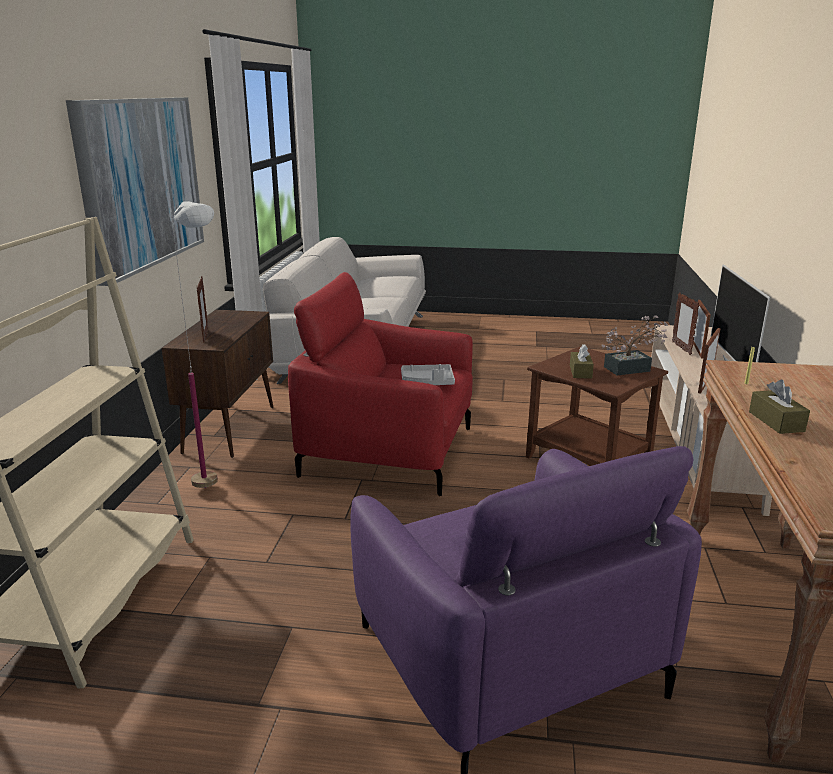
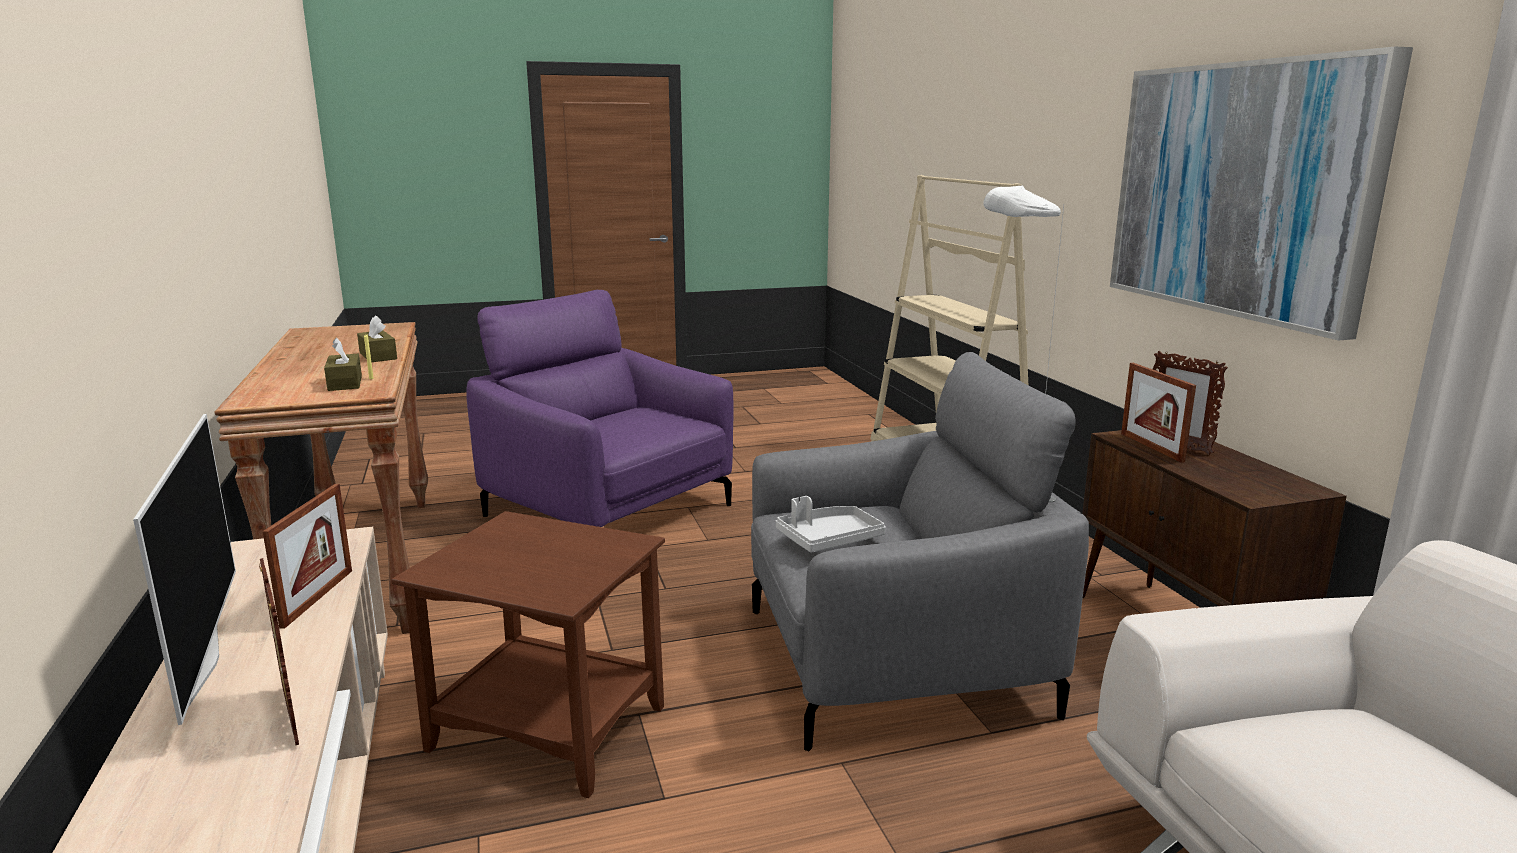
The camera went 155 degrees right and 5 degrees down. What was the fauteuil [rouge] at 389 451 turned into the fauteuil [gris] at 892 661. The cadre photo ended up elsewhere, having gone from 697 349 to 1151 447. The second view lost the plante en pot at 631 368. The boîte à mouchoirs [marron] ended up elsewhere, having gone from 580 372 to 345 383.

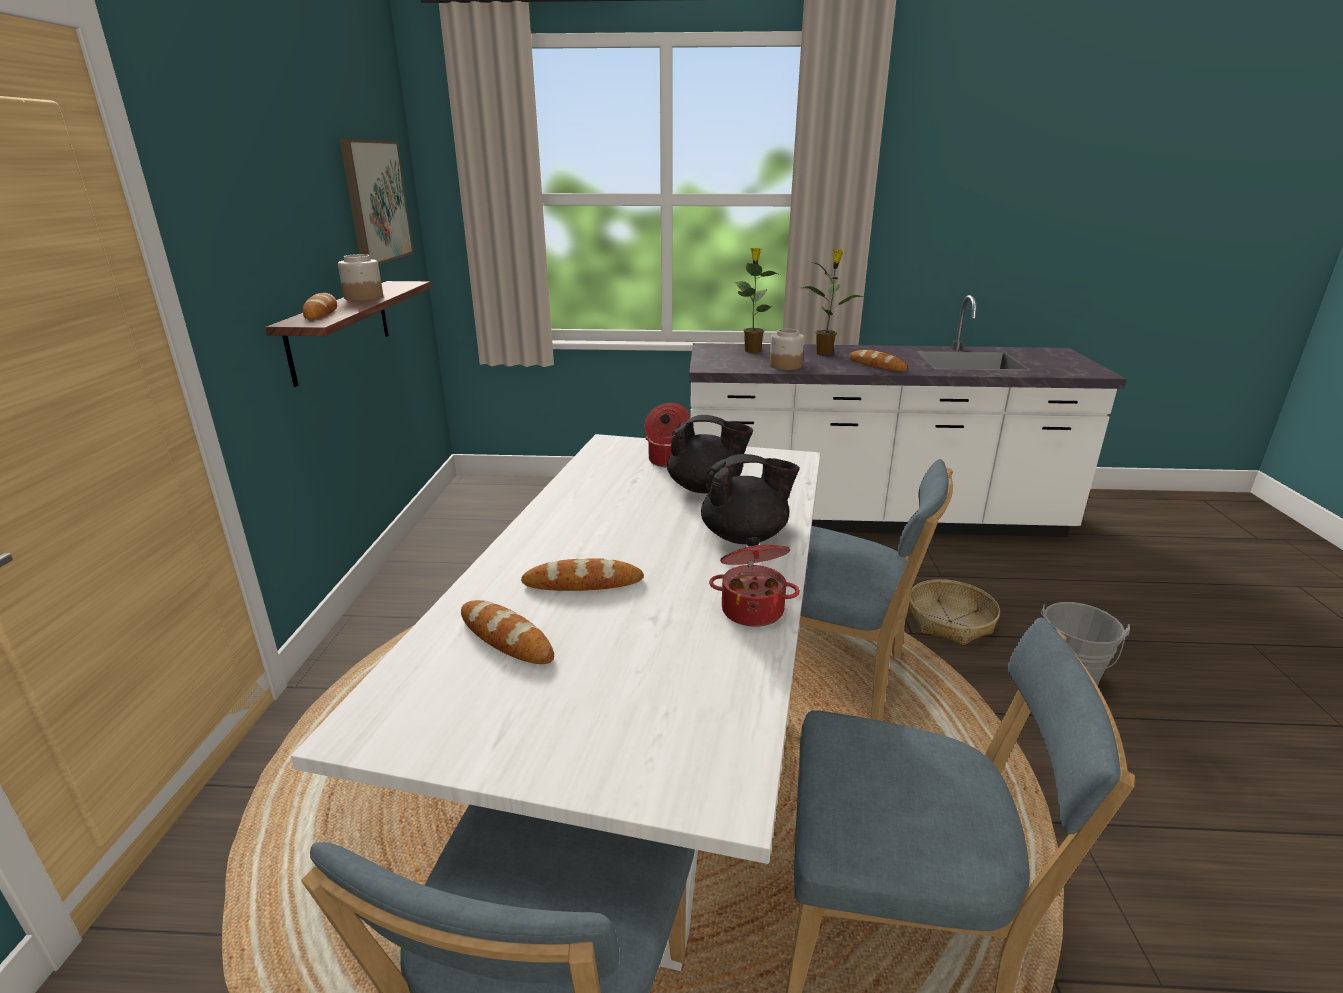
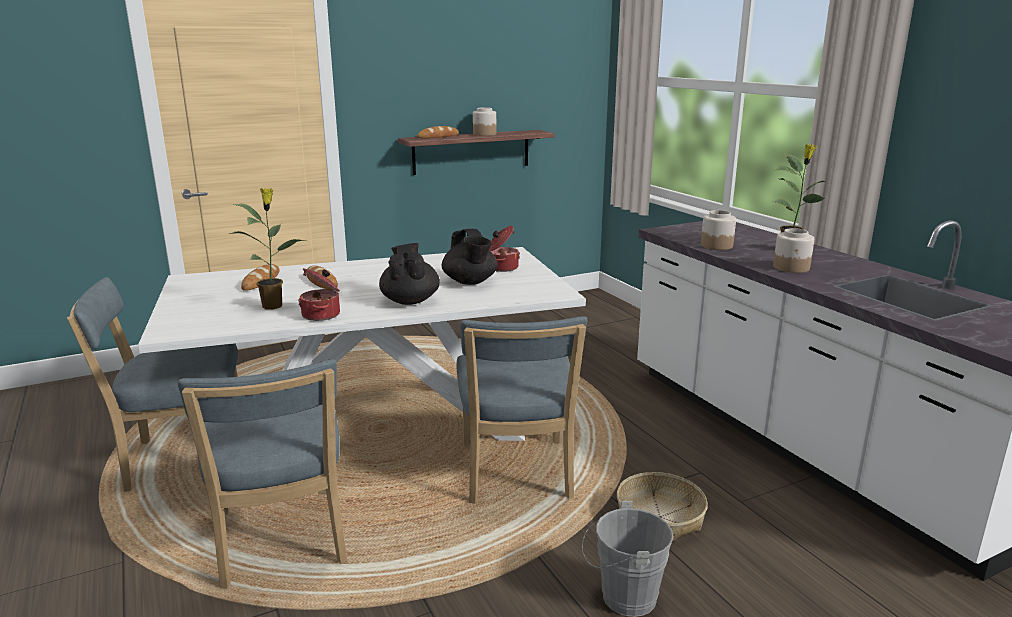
The camera went 60 degrees right and 5 degrees down. The second view lost the tableau at 376 201. The plante en pot ended up elsewhere, having gone from 752 350 to 274 305. Where the pain stood at 877 365, the bocal came to stand at 791 268. The théière [noir] at 745 537 ended up facing another way, 150 degrees counterclockwise from before.

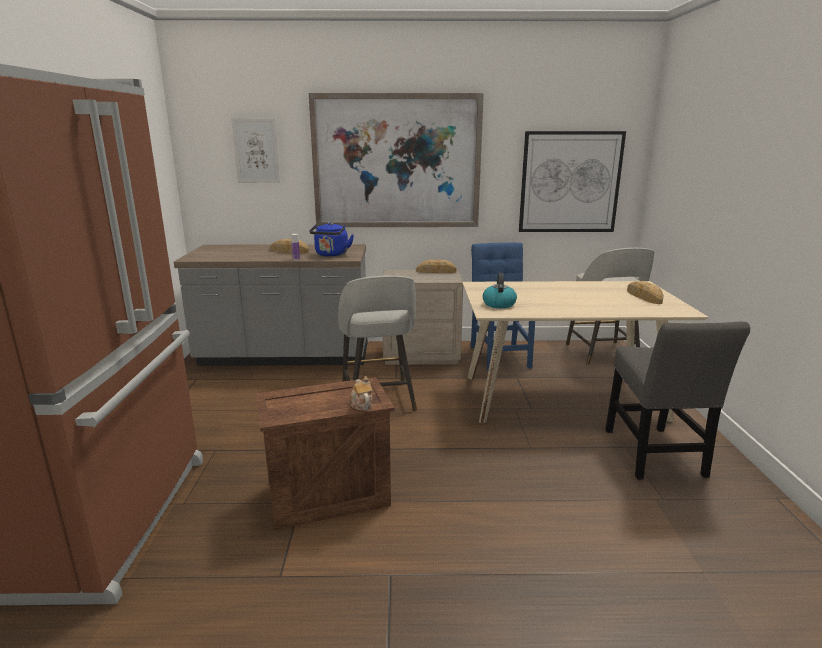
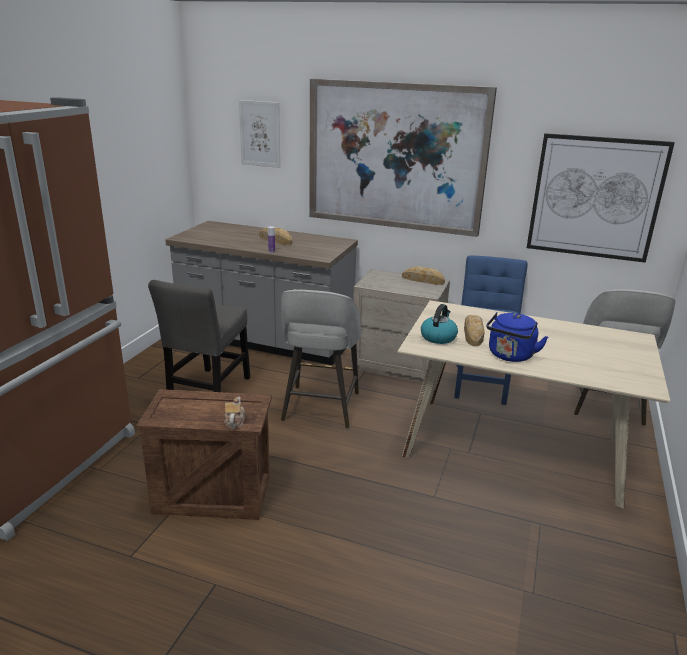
The camera went 20 degrees right and 5 degrees up. The bouilloire [bleu] ended up elsewhere, having gone from 331 255 to 510 356. The pain ended up elsewhere, having gone from 644 296 to 473 334. The chaise [gris] ended up elsewhere, having gone from 654 456 to 208 392.

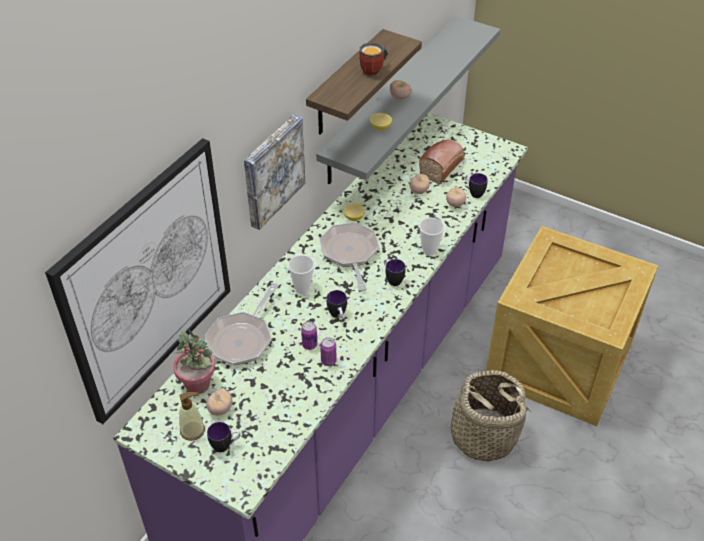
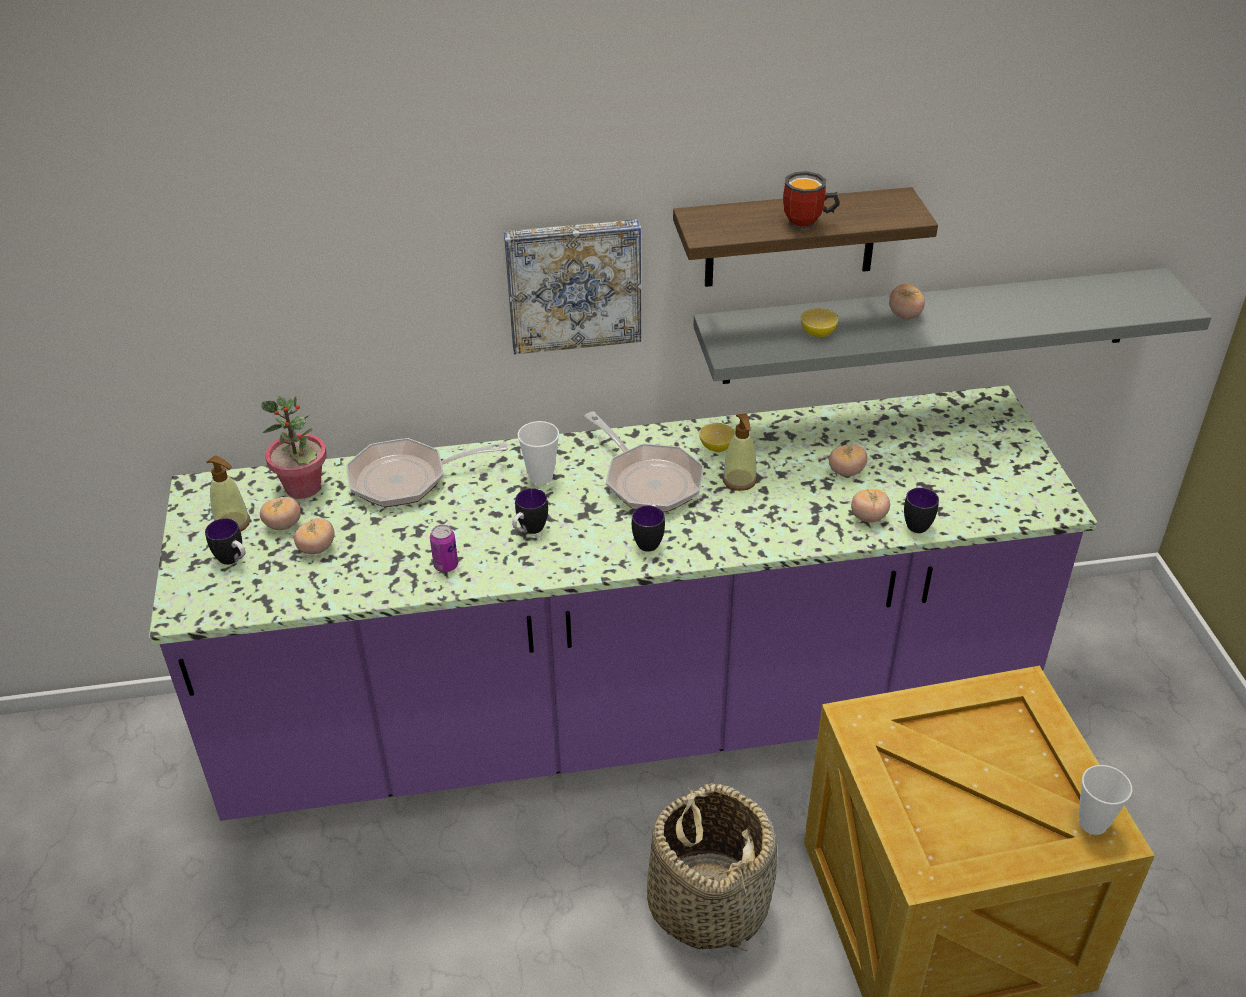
The camera went 50 degrees right and 5 degrees down. The second view lost the tableau at 148 281. The second view lost the pain at 442 167. The tasse ended up elsewhere, having gone from 429 250 to 1092 823. The poêle at 350 254 ended up facing another way, 105 degrees clockwise from before. The second view lost the boîte métallique at 309 345. The second view gained the distributeur de savon at 739 480. The second view gained the tomate at 317 548.

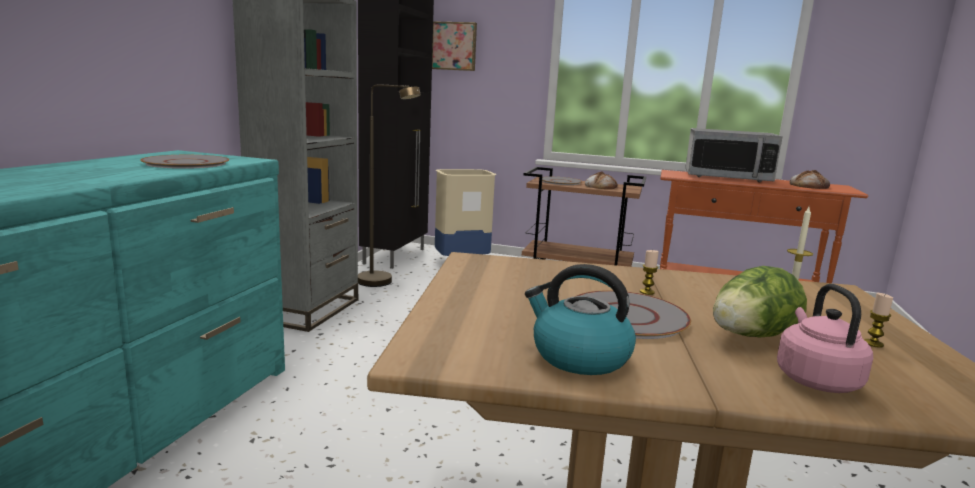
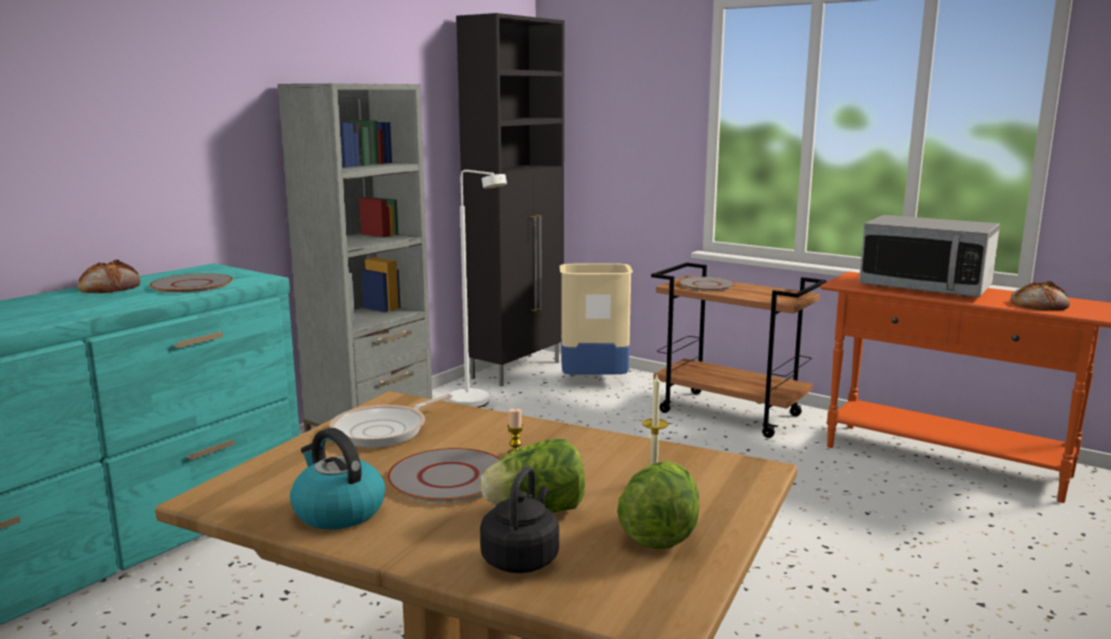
The camera went 20 degrees right and 0 degrees up. The second view lost the tableau at 454 46. What was the lampadaire [marron] at 383 283 turned into the lampadaire [blanc] at 476 405. The pain ended up elsewhere, having gone from 600 186 to 110 286. What was the bouilloire [rose] at 815 379 turned into the bouilloire [noir] at 522 558. Where the bougie stood at 873 343, the laitue came to stand at 660 533. The second view gained the poêle at 384 430.

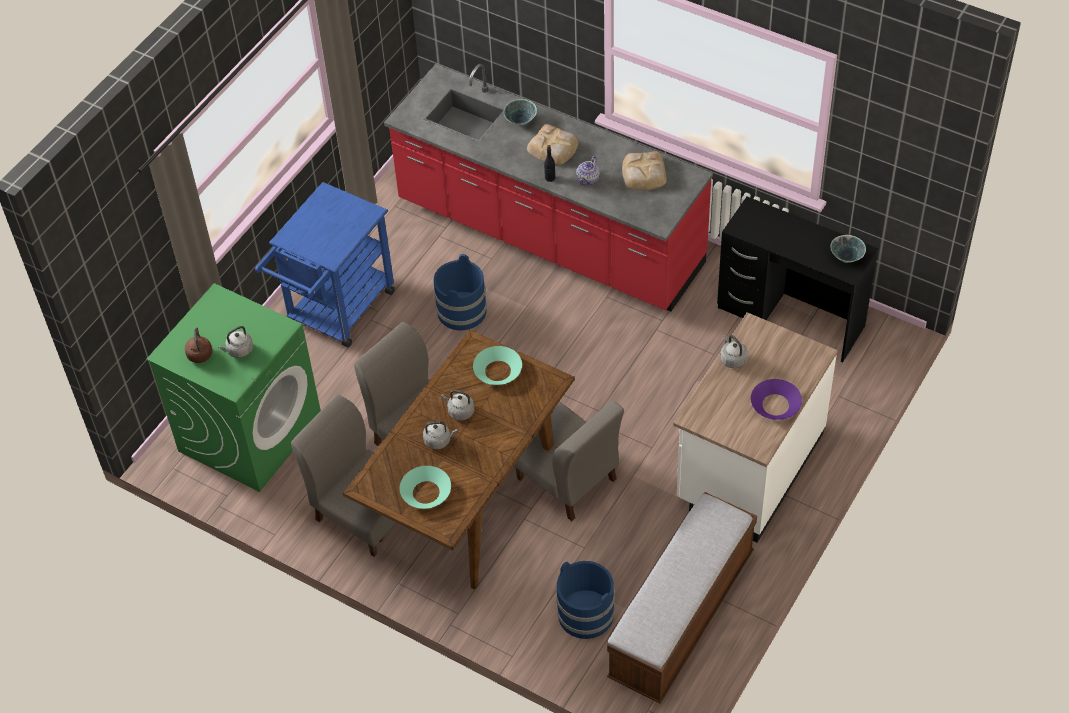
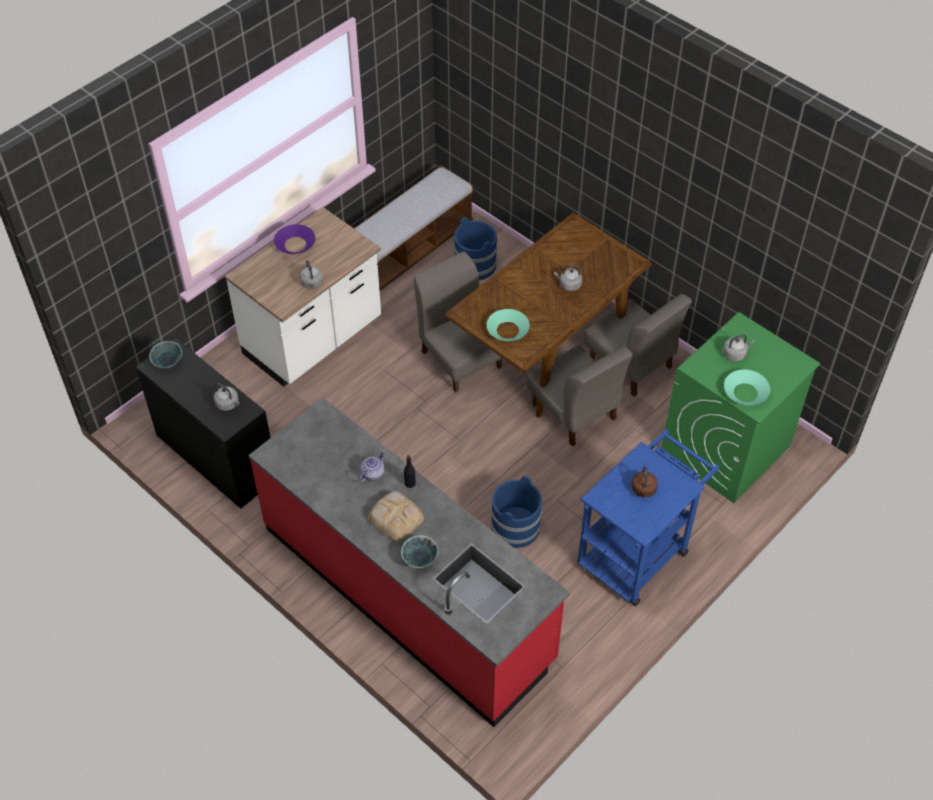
The camera went 170 degrees left and 0 degrees up. The second view lost the pain at 643 174. The bouilloire [marron] ended up elsewhere, having gone from 199 353 to 643 490. The bouilloire [gris] ended up elsewhere, having gone from 459 411 to 228 404. The bol [turquoise] ended up elsewhere, having gone from 425 492 to 745 392.

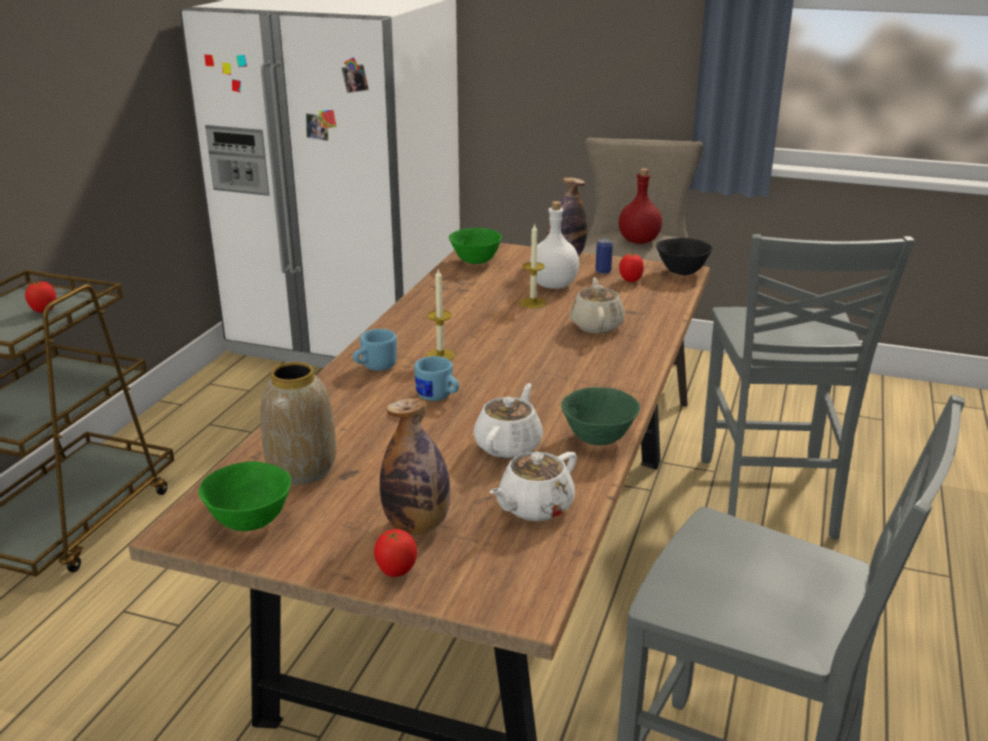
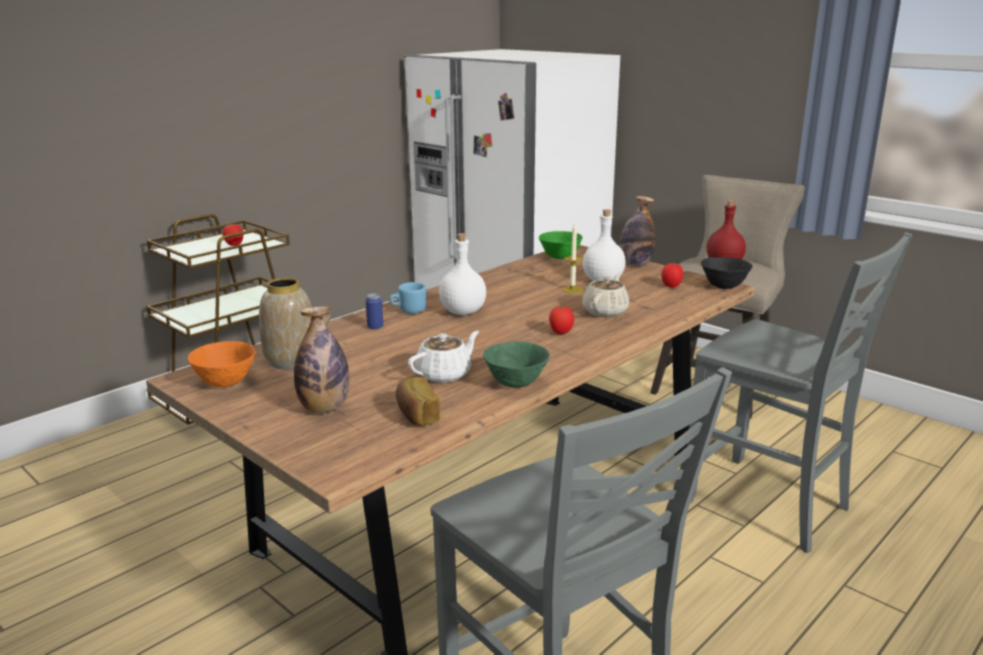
The camera went 25 degrees right and 5 degrees down. The chaise [gris] at 768 499 ended up facing another way, 75 degrees counterclockwise from before. The boîte métallique ended up elsewhere, having gone from 603 271 to 375 327. Where the bougie stood at 440 355, the bouteille [blanc] came to stand at 462 311. The second view lost the mug [bleu] at 438 397. Where the théière [blanc] stood at 534 507, the pain came to stand at 416 415. What was the bol [vert] at 250 522 turned into the bol [orange] at 226 383. The tomate ended up elsewhere, having gone from 396 572 to 560 333.

